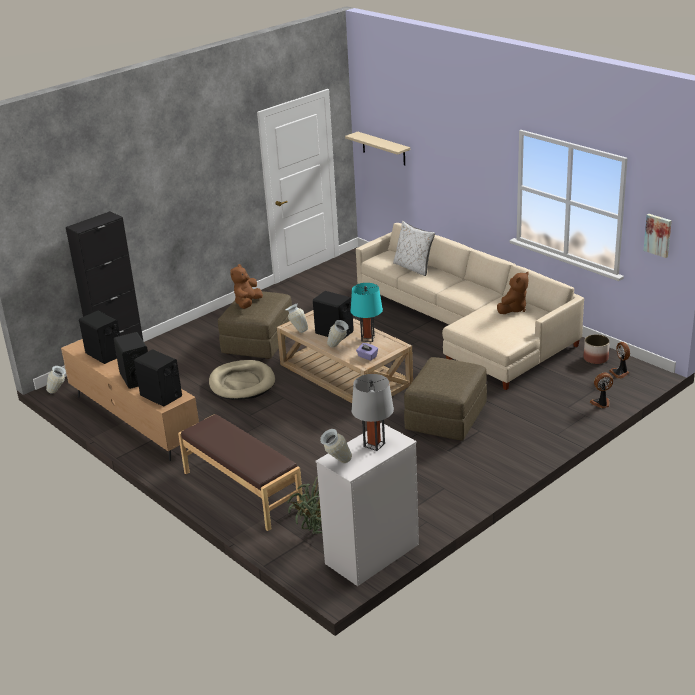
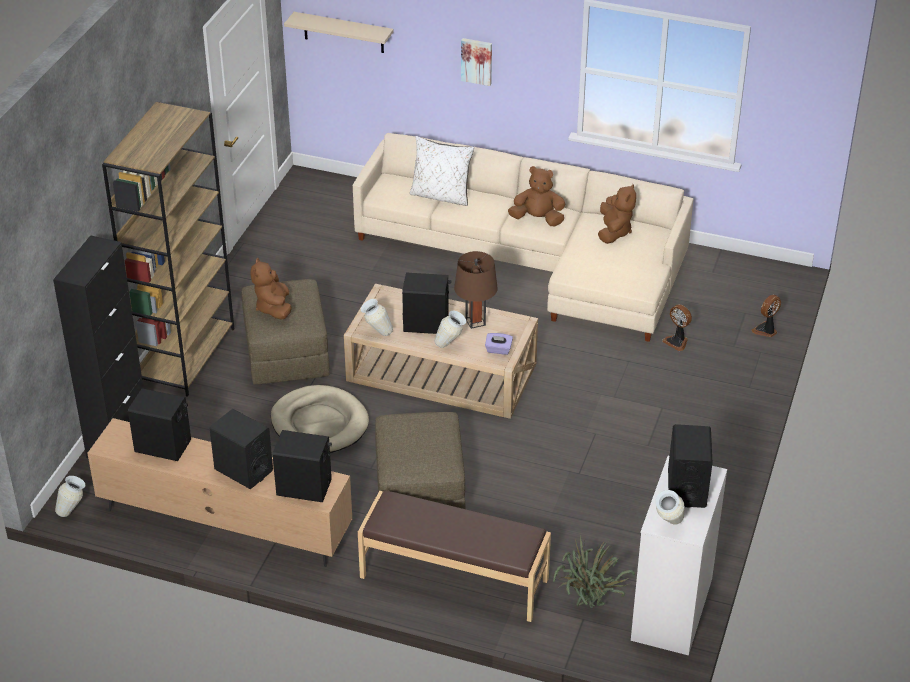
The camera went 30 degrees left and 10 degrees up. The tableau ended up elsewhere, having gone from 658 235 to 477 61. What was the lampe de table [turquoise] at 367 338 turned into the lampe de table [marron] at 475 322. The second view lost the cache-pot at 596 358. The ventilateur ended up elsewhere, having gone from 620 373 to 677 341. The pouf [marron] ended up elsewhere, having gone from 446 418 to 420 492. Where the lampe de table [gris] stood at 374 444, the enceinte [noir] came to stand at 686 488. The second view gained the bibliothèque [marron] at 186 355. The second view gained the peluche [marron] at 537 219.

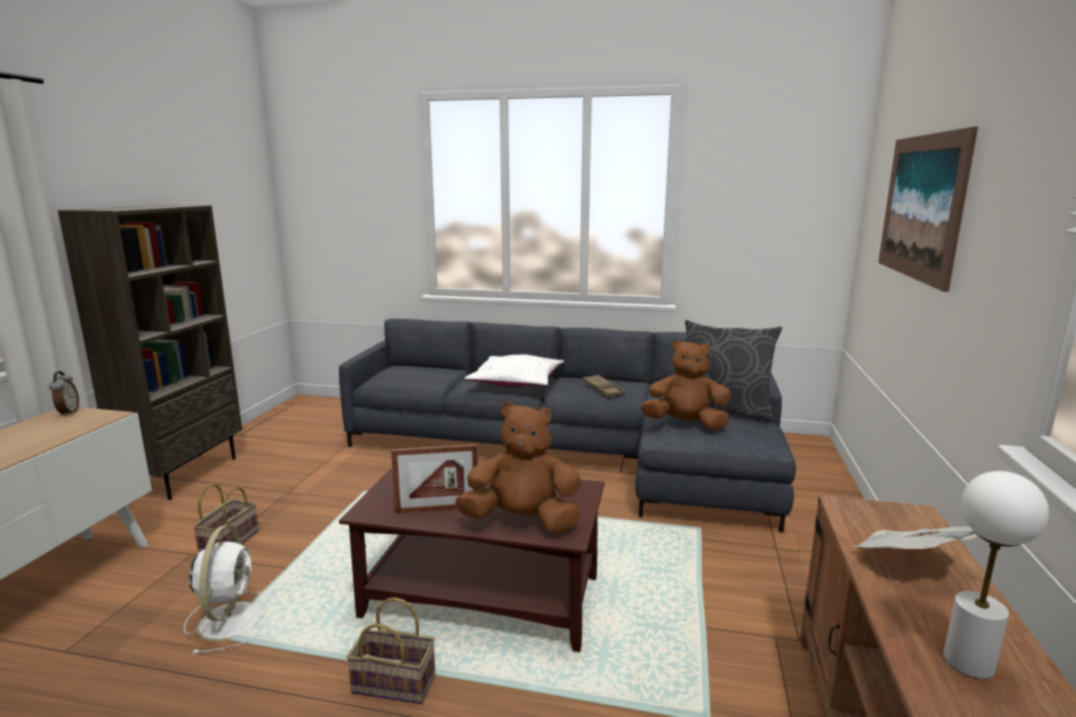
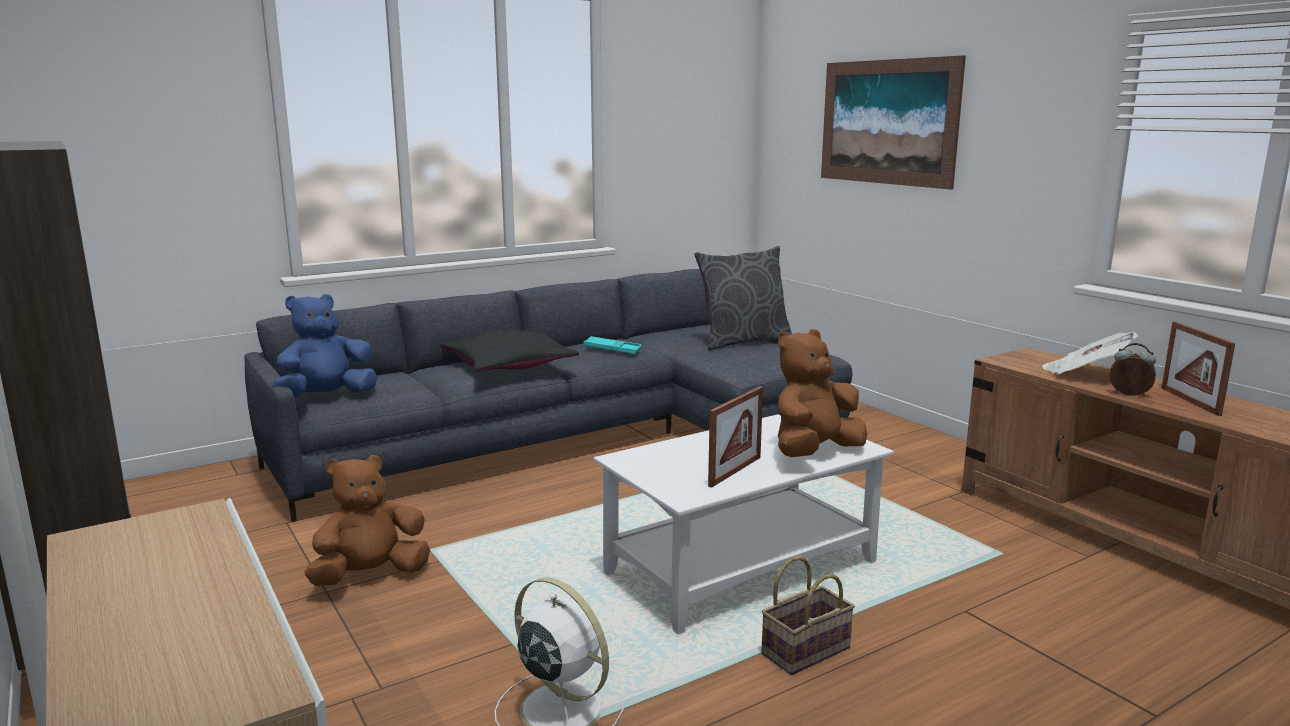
The camera went 45 degrees left and 0 degrees up. The peluche [marron] ended up elsewhere, having gone from 685 424 to 370 575. What was the coussin [blanc] at 516 382 turned into the coussin [noir] at 508 365. The réveil ended up elsewhere, having gone from 67 413 to 1129 394. What was the plateau [marron] at 602 389 turned into the plateau [turquoise] at 612 349. What was the table basse [marron] at 484 597 turned into the table basse [blanc] at 742 567. Where the lampe de table [blanc] stood at 969 663, the cadre photo came to stand at 1190 401. The second view lost the panier at 229 541. The second view gained the peluche [bleu] at 326 397.

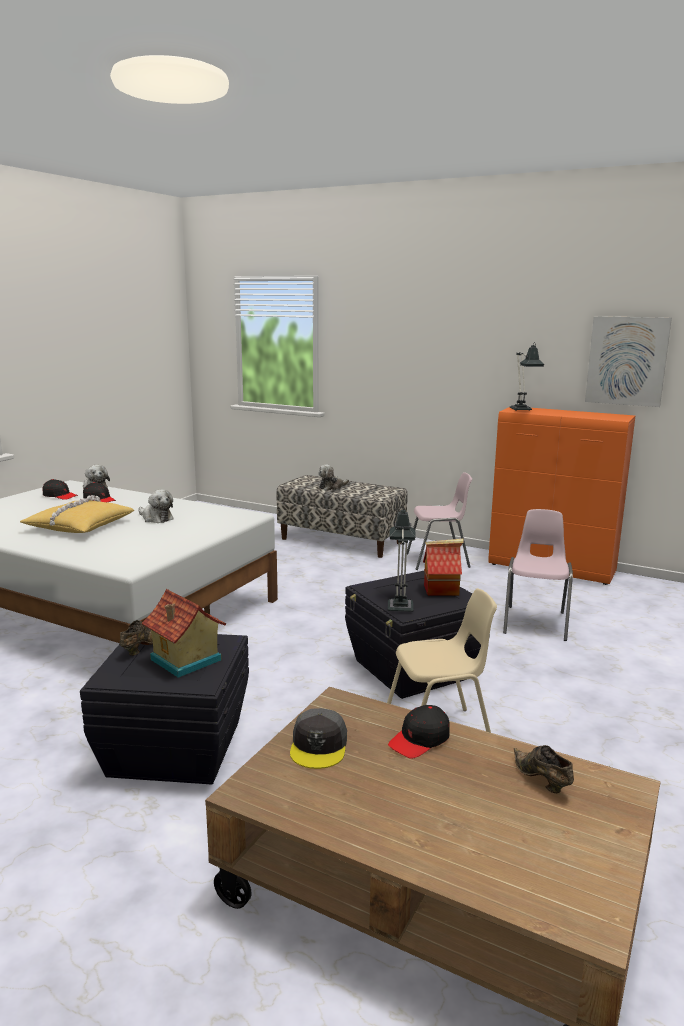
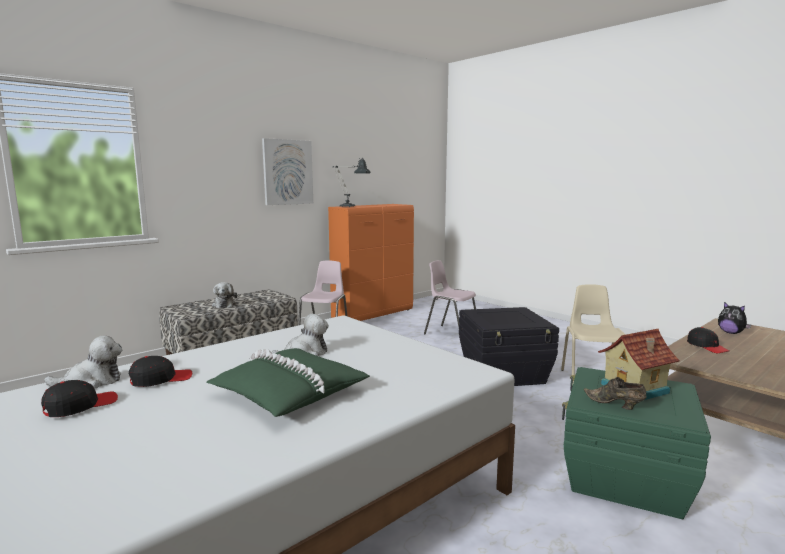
The camera went 70 degrees left and 5 degrees down. The tableau ended up elsewhere, having gone from 627 361 to 287 172. What was the coussin [jaune] at 79 526 turned into the coussin [vert] at 289 393. The second view lost the lampe de table at 400 604. The second view lost the maison miniature at 441 590. What was the boîte de rangement [noir] at 174 747 turned into the boîte de rangement [vert] at 624 478. The second view lost the casquette [gris] at 319 746. Where the chaussure [marron] stood at 541 780, the peluche came to stand at 731 333.

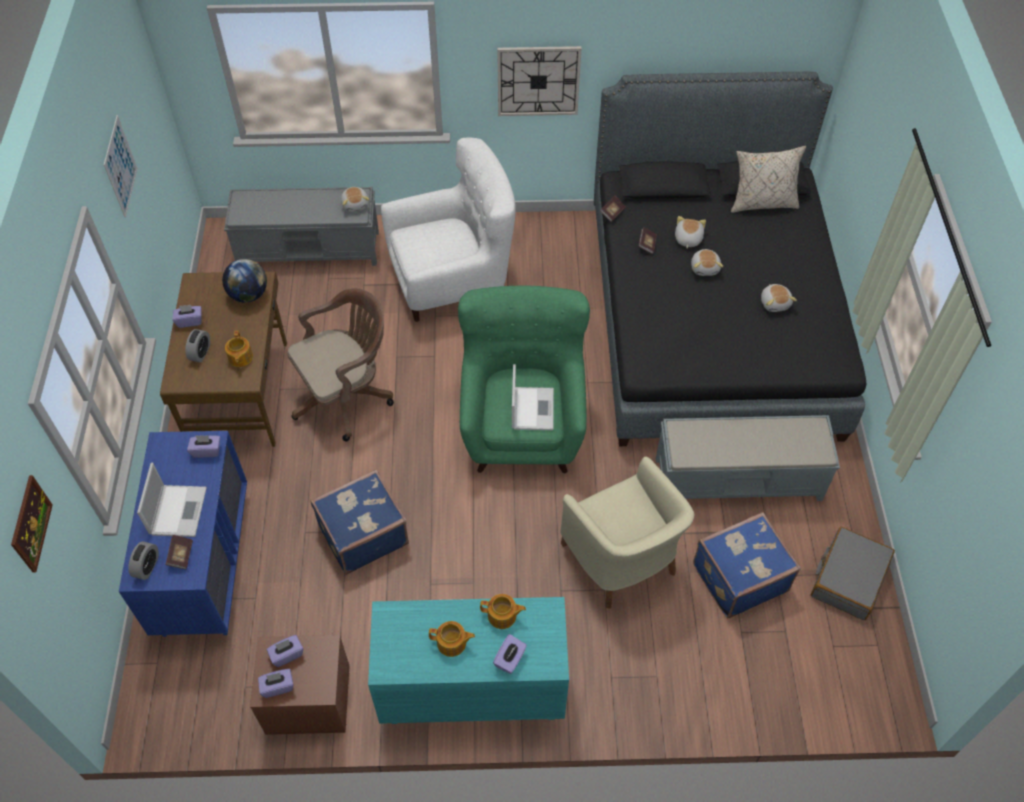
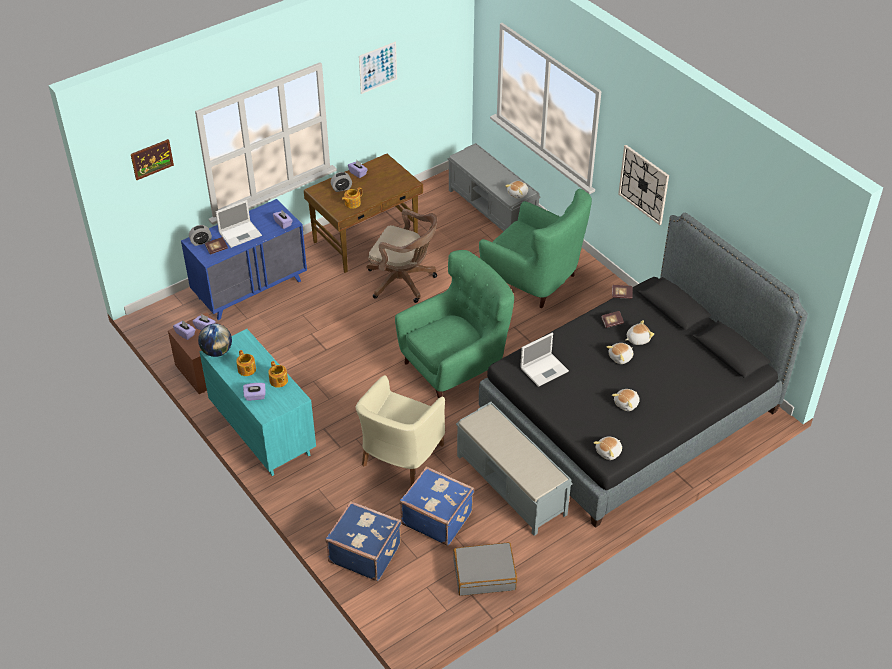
The camera went 55 degrees right and 10 degrees down. What was the fauteuil [blanc] at 452 280 turned into the fauteuil [vert] at 533 279. The second view lost the coussin [beige] at 762 202. The globe ended up elsewhere, having gone from 248 294 to 217 351. The ordinateur portable ended up elsewhere, having gone from 532 408 to 545 369. The valise [bleu] ended up elsewhere, having gone from 362 534 to 365 552. The second view gained the peluche at 609 452.

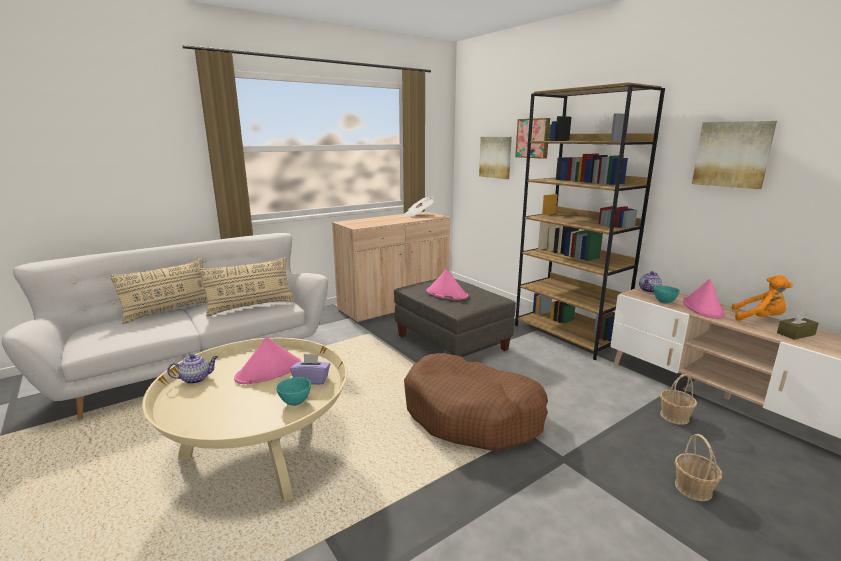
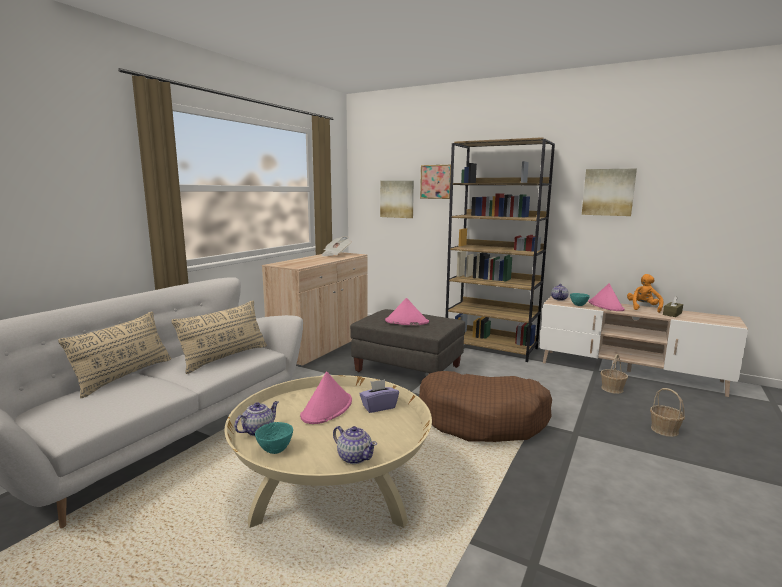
The camera went 25 degrees left and 5 degrees down. The peluche [orange] at 759 319 ended up facing another way, 75 degrees counterclockwise from before. The bol [turquoise] ended up elsewhere, having gone from 295 402 to 275 450. The second view gained the théière at 354 457.

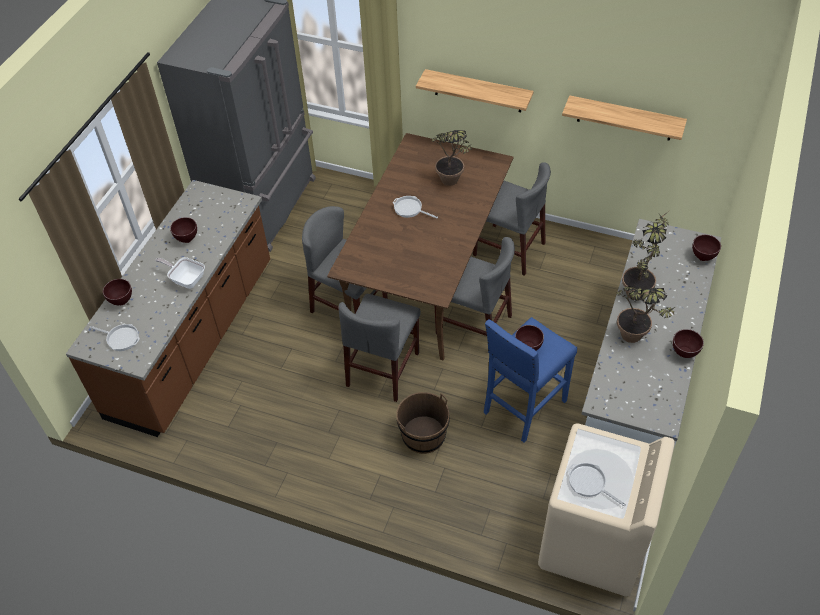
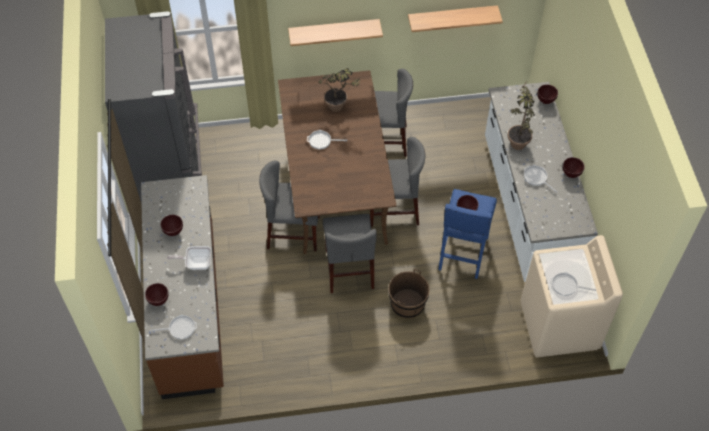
The camera went 30 degrees left and 5 degrees up. Where the plante en pot stood at 635 340, the poêle came to stand at 536 178.

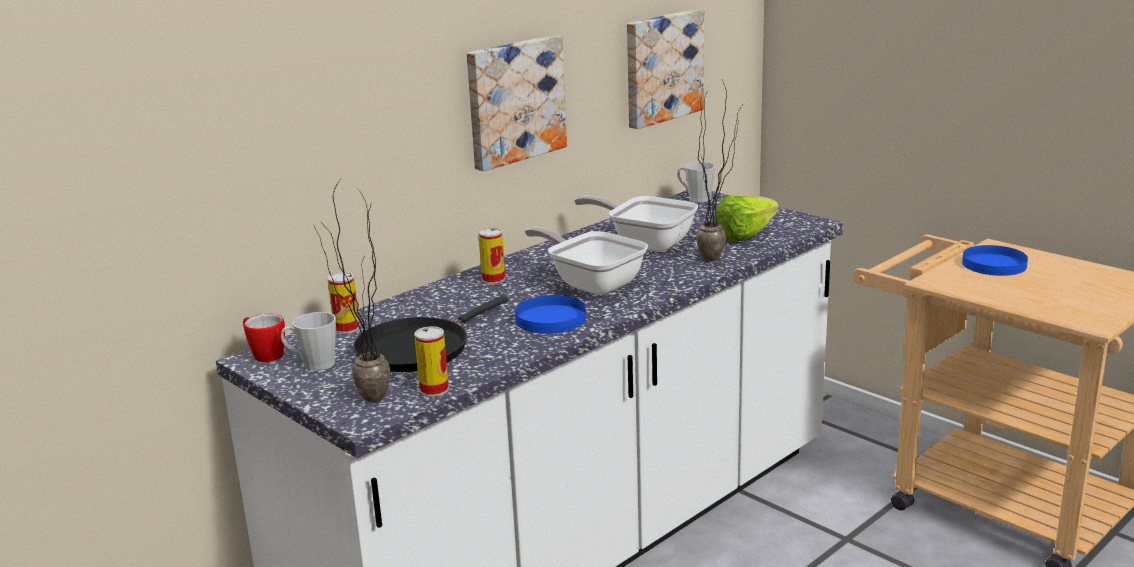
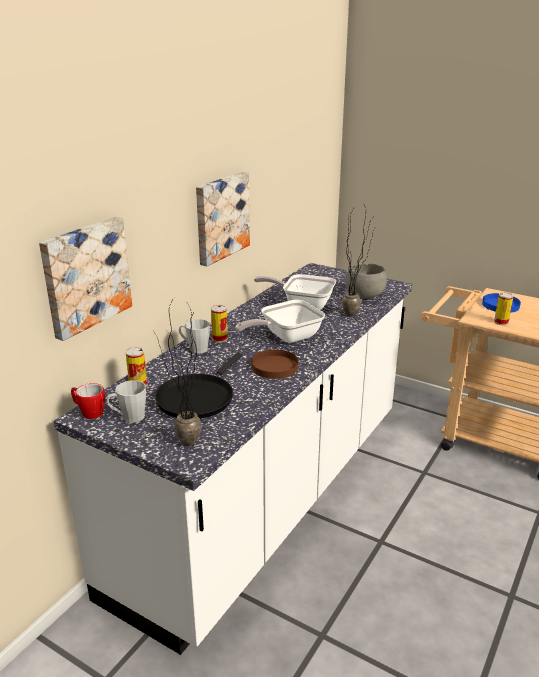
The camera went 15 degrees left and 5 degrees up. The tableau ended up elsewhere, having gone from 662 67 to 85 276. The mug [gris] ended up elsewhere, having gone from 695 198 to 195 349. Where the laitue stood at 750 235, the bol [gris] came to stand at 364 296. The poêle at 591 283 ended up facing another way, 60 degrees counterclockwise from before. What was the assiette [bleu] at 551 318 turned into the assiette [marron] at 275 366. The boîte métallique ended up elsewhere, having gone from 434 389 to 501 322.

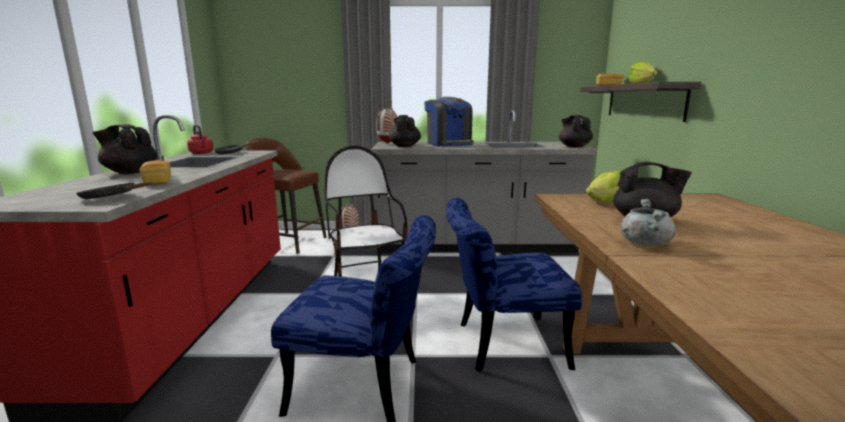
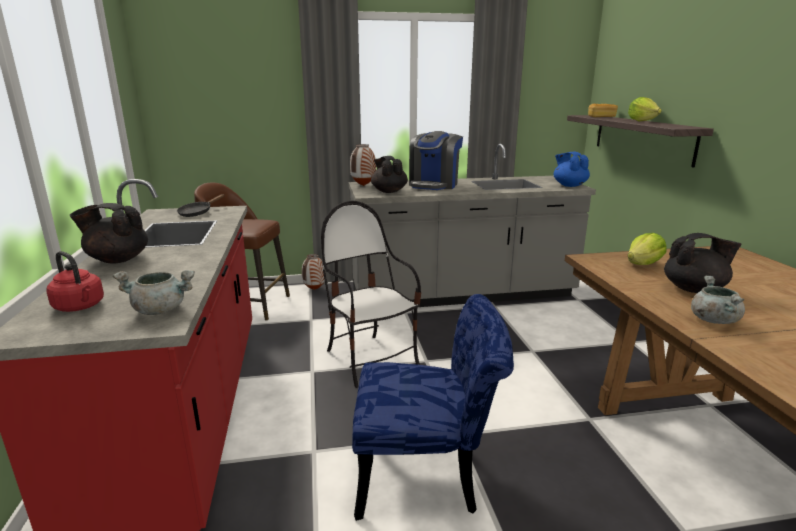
The camera went 10 degrees left and 5 degrees up. The machine à café at 449 144 ended up facing another way, 60 degrees clockwise from before. What was the théière [noir] at 574 146 turned into the théière [bleu] at 569 185. The bouilloire [rouge] ended up elsewhere, having gone from 202 153 to 80 307. The second view lost the pain at 158 182. Where the poêle [noir] stood at 113 197, the marmite [gris] came to stand at 161 310. The second view lost the chaise [bleu] at 500 344.

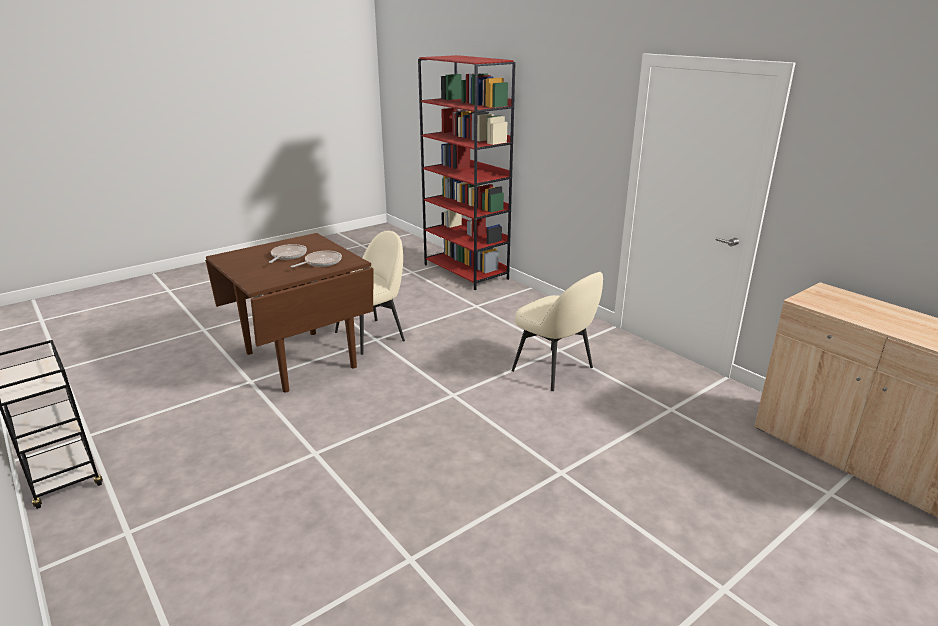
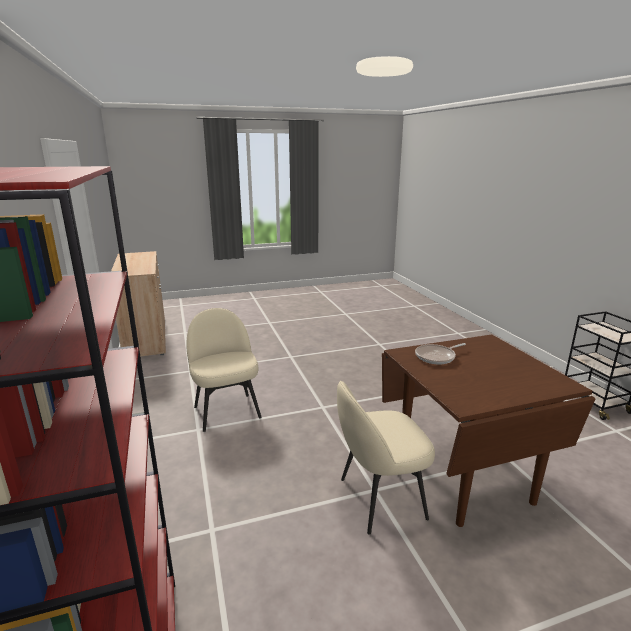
The camera went 160 degrees left and 5 degrees down. The second view lost the poêle at 287 256.

